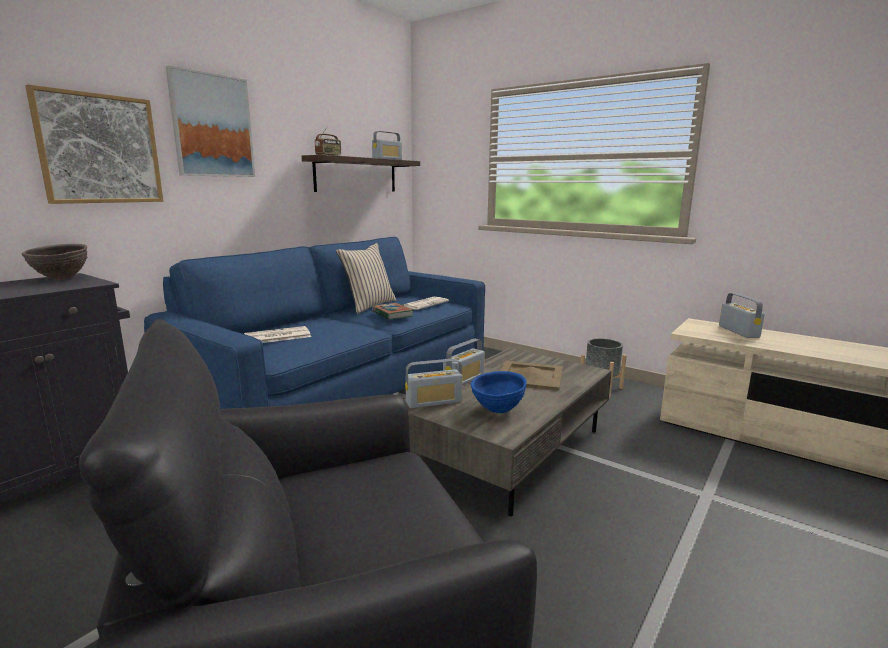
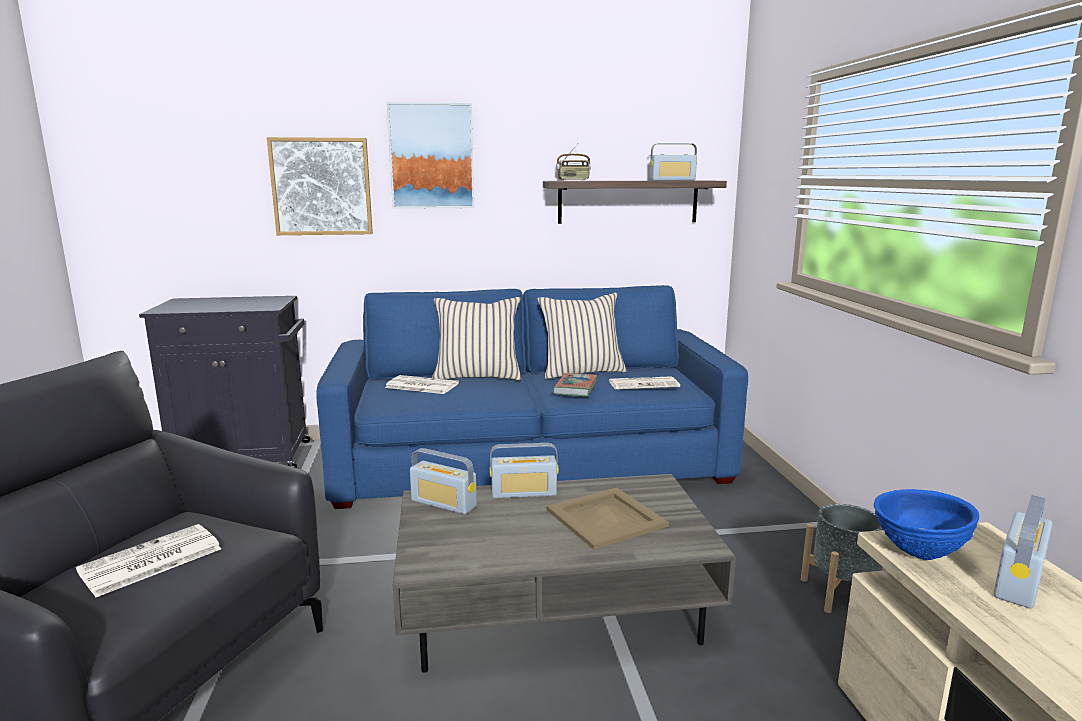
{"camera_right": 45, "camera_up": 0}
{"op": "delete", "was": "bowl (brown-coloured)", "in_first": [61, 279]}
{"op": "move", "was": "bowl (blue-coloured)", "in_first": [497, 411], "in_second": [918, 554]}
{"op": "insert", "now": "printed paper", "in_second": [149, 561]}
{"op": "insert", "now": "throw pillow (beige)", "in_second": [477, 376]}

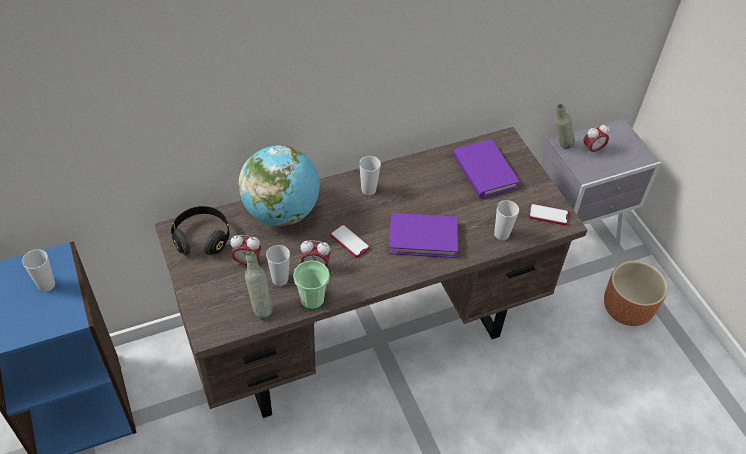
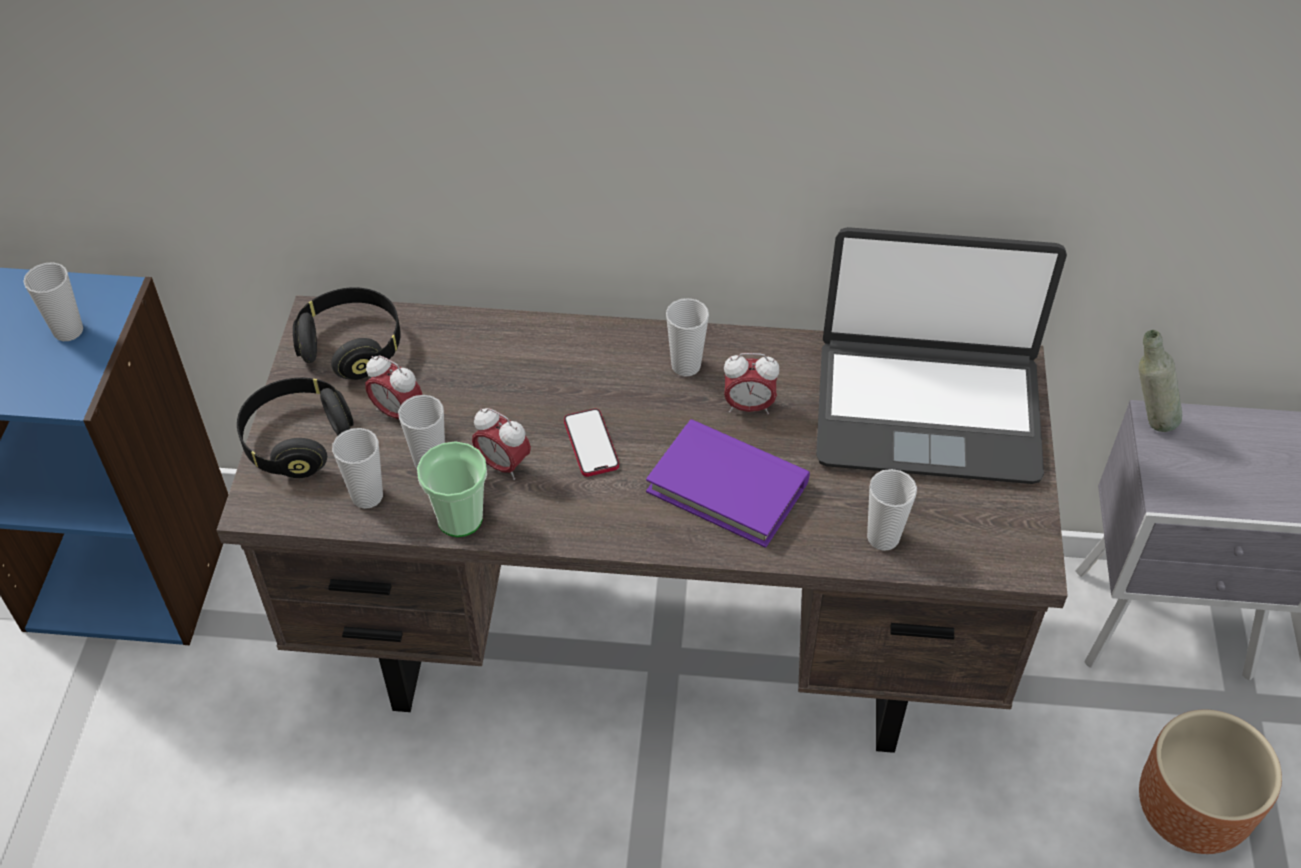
{"camera_right": 30, "camera_up": 0}
{"op": "delete", "was": "desk globe", "in_first": [281, 212]}
{"op": "replace", "was": "beverage bottle (gray)", "now": "cup", "in_first": [260, 307], "in_second": [367, 496]}
{"op": "replace", "was": "bound book (purple)", "now": "notebook computer", "in_first": [484, 172], "in_second": [927, 410]}
{"op": "delete", "was": "handset", "in_first": [548, 215]}
{"op": "move", "was": "alarm clock", "in_first": [592, 149], "in_second": [748, 406]}
{"op": "insert", "now": "pair of headphones (blackish)", "in_second": [297, 440]}

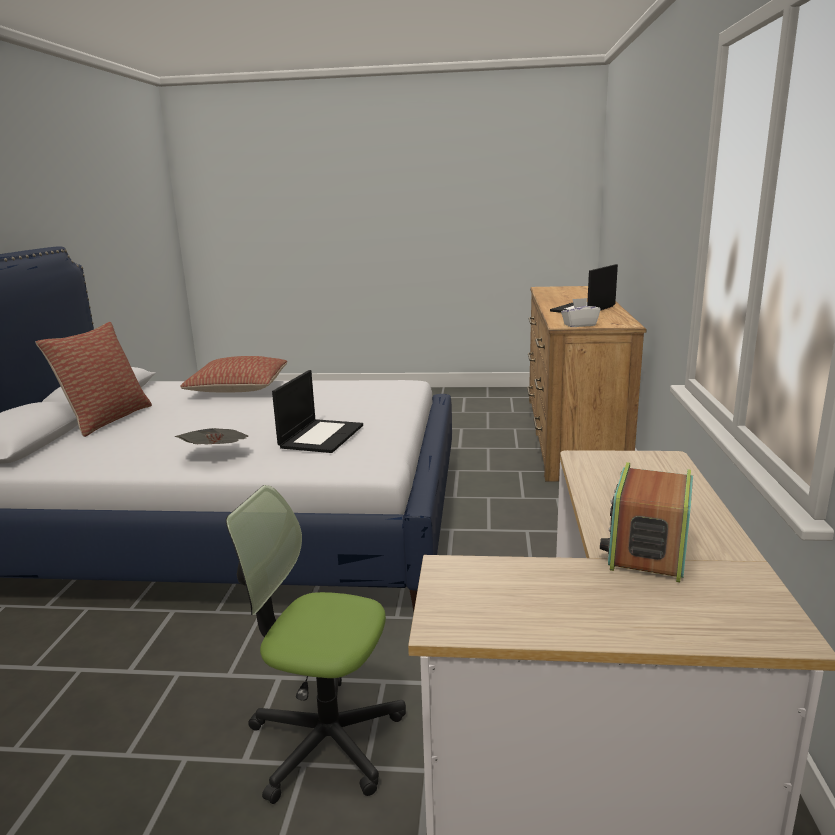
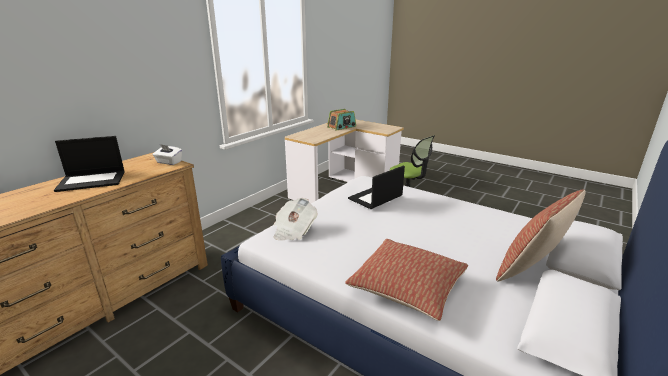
{"camera_right": -150, "camera_up": 5}
{"op": "move", "was": "printed paper", "in_first": [216, 455], "in_second": [293, 230]}

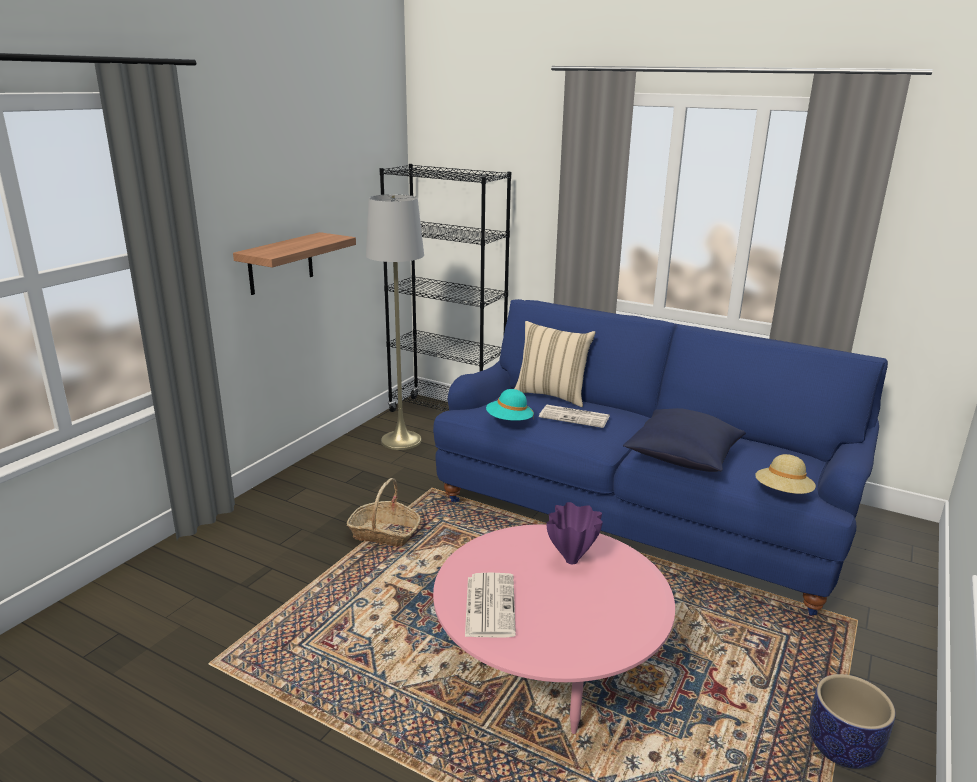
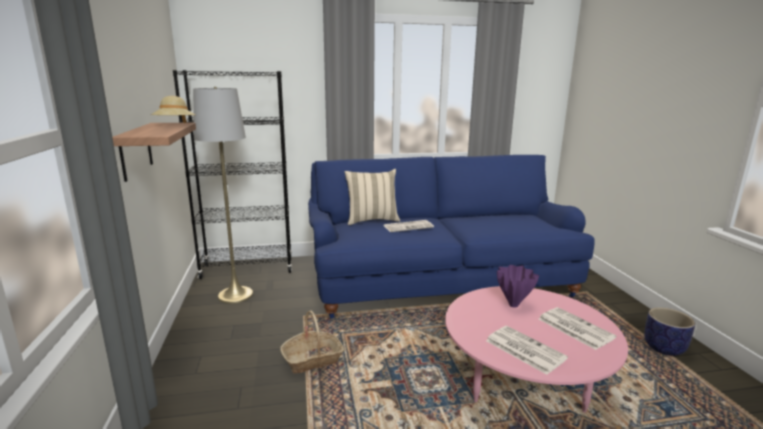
{"camera_right": -40, "camera_up": -5}
{"op": "delete", "was": "clothing hat (blue-green)", "in_first": [509, 421]}
{"op": "delete", "was": "throw pillow (blue-coloured)", "in_first": [682, 457]}
{"op": "move", "was": "clothing hat (beige)", "in_first": [782, 493], "in_second": [175, 125]}
{"op": "insert", "now": "printed paper", "in_second": [574, 328]}

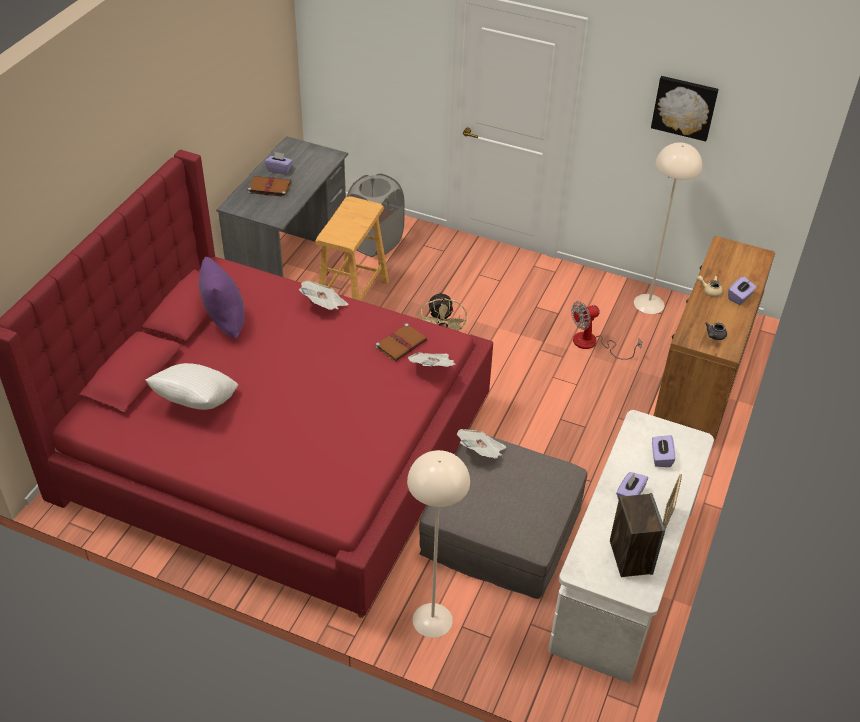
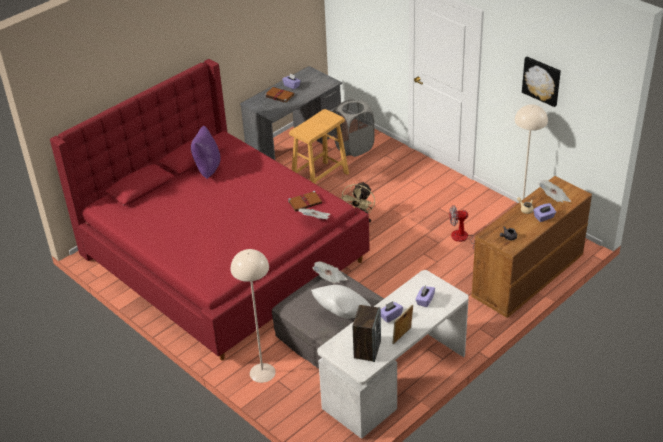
{"camera_right": 25, "camera_up": -5}
{"op": "move", "was": "throw pillow (whitish)", "in_first": [196, 403], "in_second": [342, 313]}
{"op": "move", "was": "printed paper", "in_first": [324, 305], "in_second": [554, 199]}

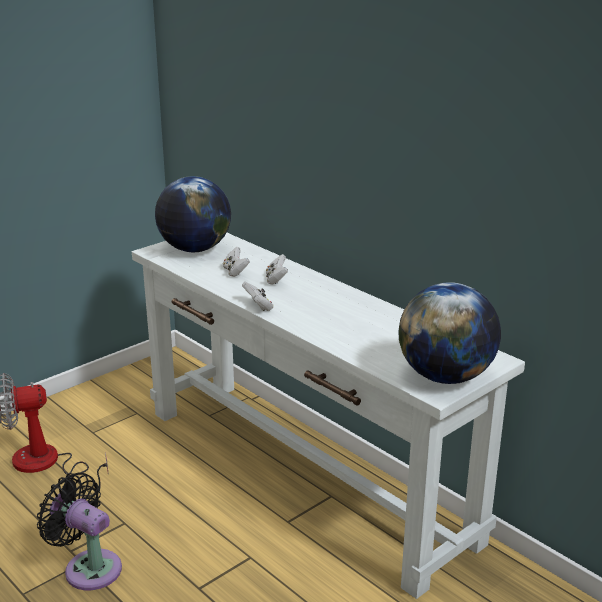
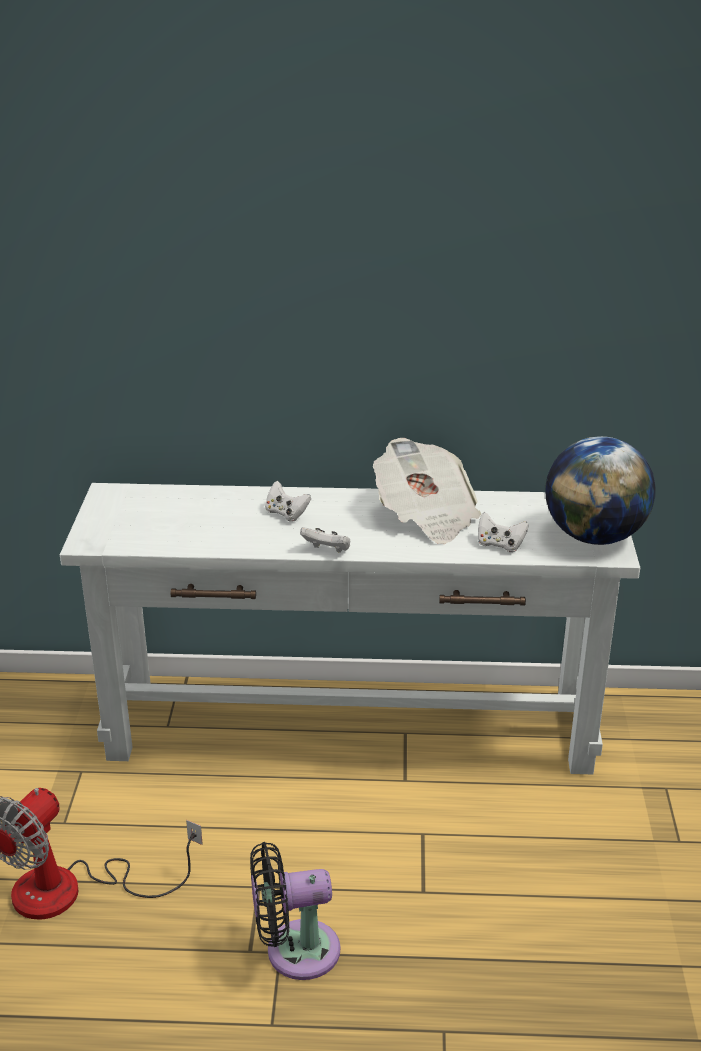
{"camera_right": -45, "camera_up": 5}
{"op": "delete", "was": "desk globe", "in_first": [194, 249]}
{"op": "move", "was": "game controller (whitish)", "in_first": [235, 272], "in_second": [500, 545]}
{"op": "insert", "now": "printed paper", "in_second": [426, 516]}

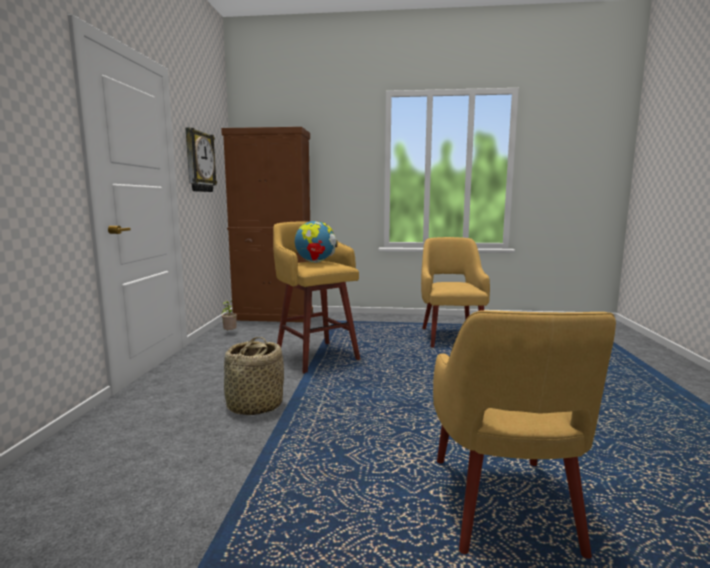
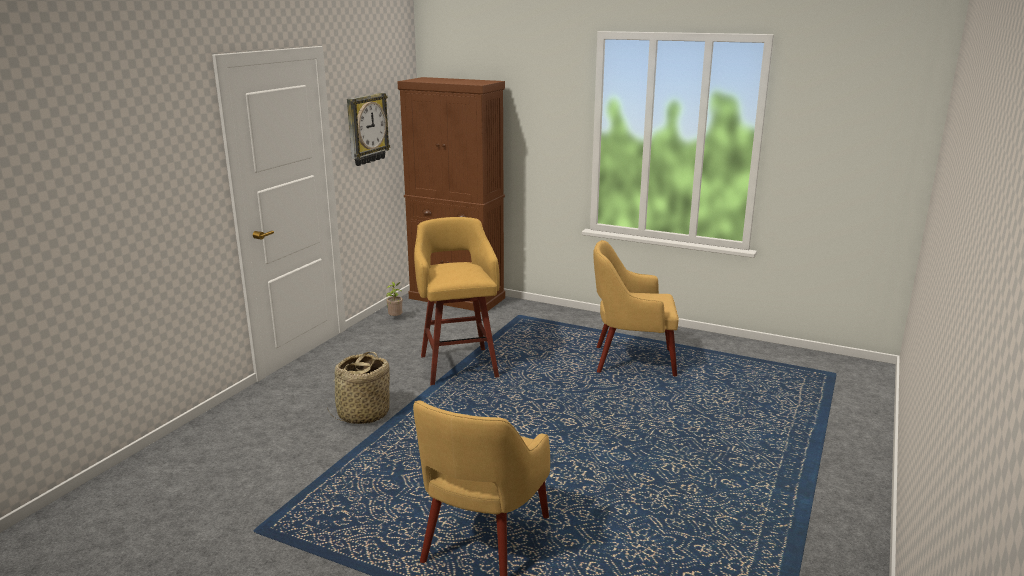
{"camera_right": 20, "camera_up": 10}
{"op": "delete", "was": "desk globe", "in_first": [315, 262]}
{"op": "rotate", "was": "armchair (yellowish)", "in_first": [451, 337], "in_second": [631, 361], "clockwise": -105}

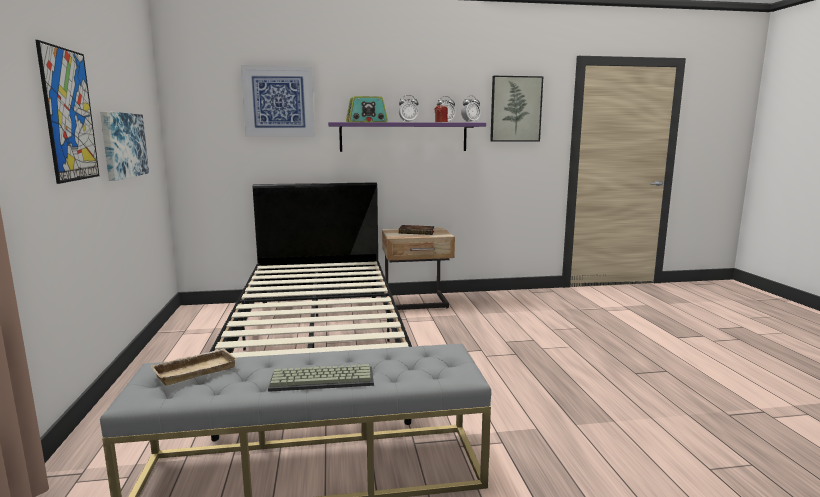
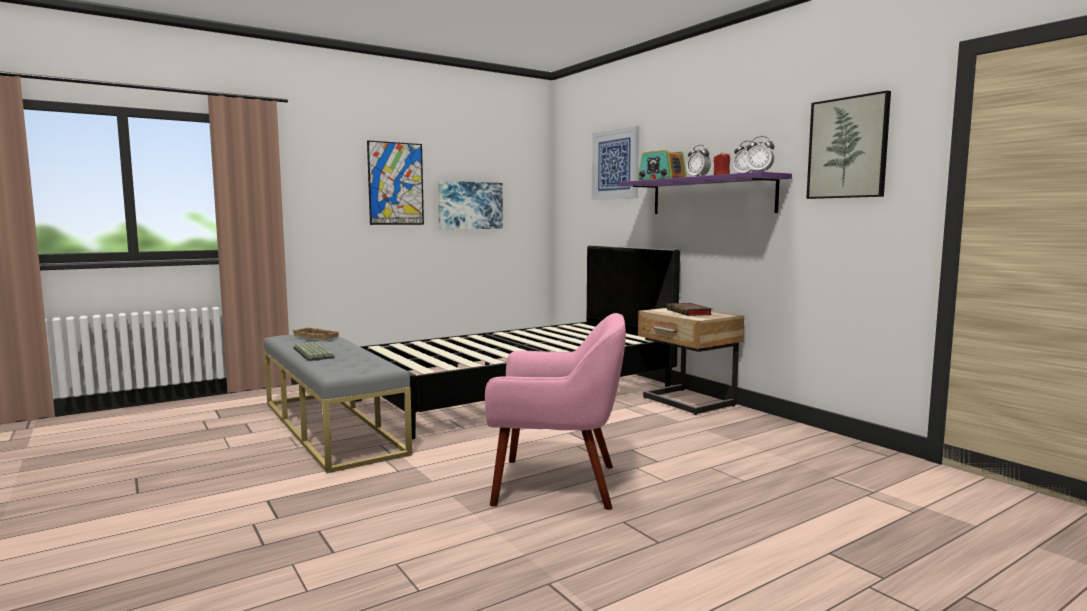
{"camera_right": 65, "camera_up": -5}
{"op": "insert", "now": "armchair (pink-coloured)", "in_second": [558, 484]}

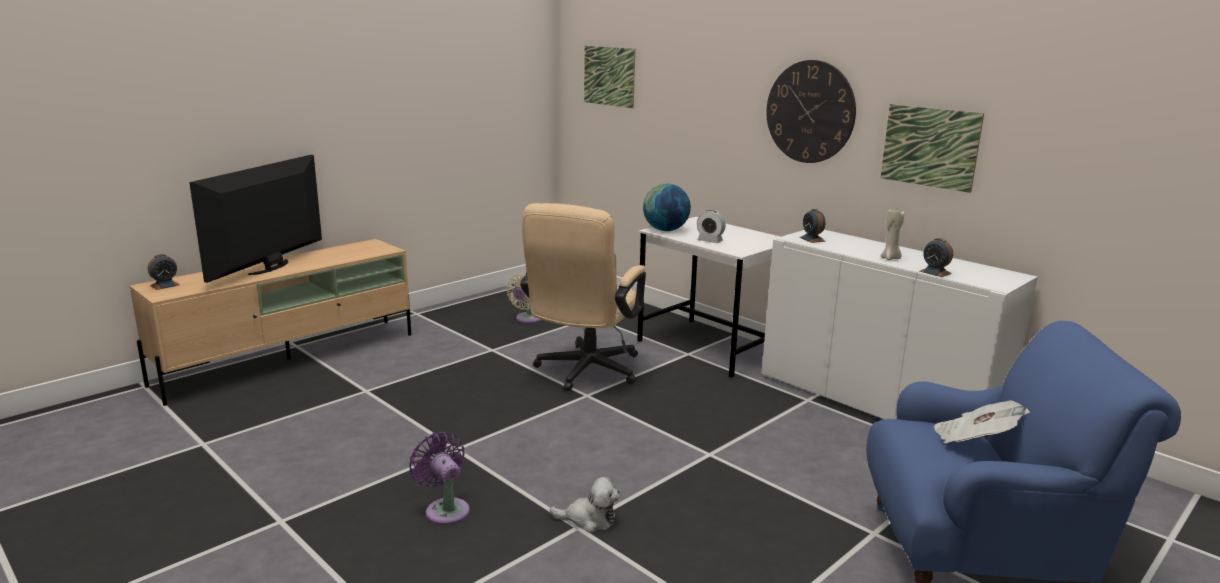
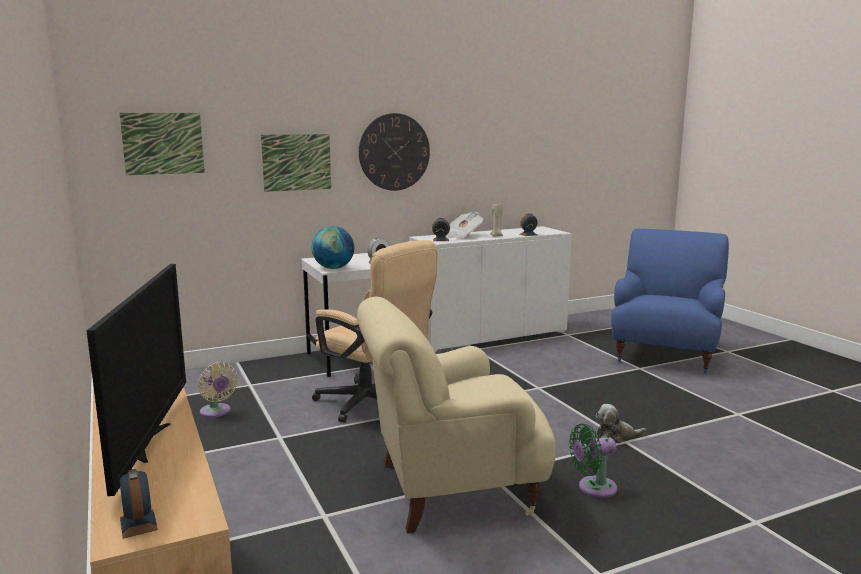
{"camera_right": -70, "camera_up": -5}
{"op": "rotate", "was": "TV set", "in_first": [271, 268], "in_second": [149, 442], "clockwise": -135}
{"op": "recolor", "was": "cooling fan (purple)", "now": "cooling fan (green)", "in_first": [445, 509], "in_second": [593, 488]}
{"op": "rotate", "was": "plush toy", "in_first": [589, 519], "in_second": [616, 436], "clockwise": -120}
{"op": "move", "was": "wall picture", "in_first": [930, 147], "in_second": [296, 162]}
{"op": "move", "was": "printed paper", "in_first": [975, 440], "in_second": [462, 236]}
{"op": "insert", "now": "armchair (beige)", "in_second": [450, 488]}

